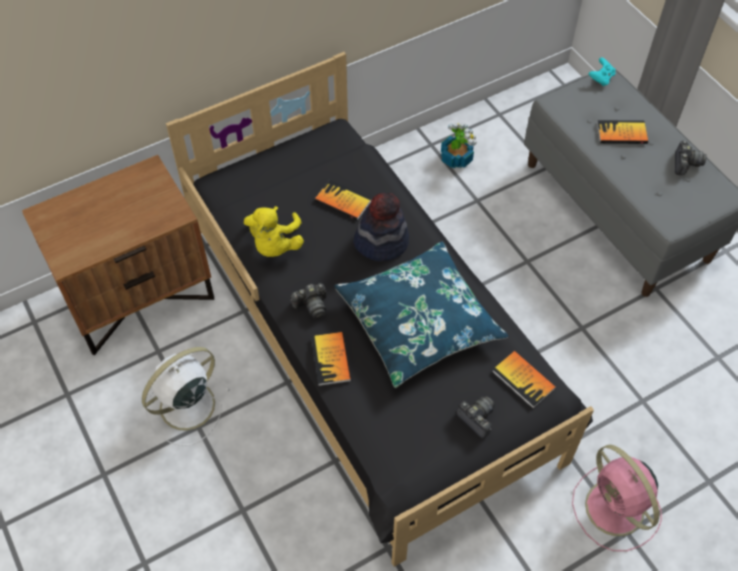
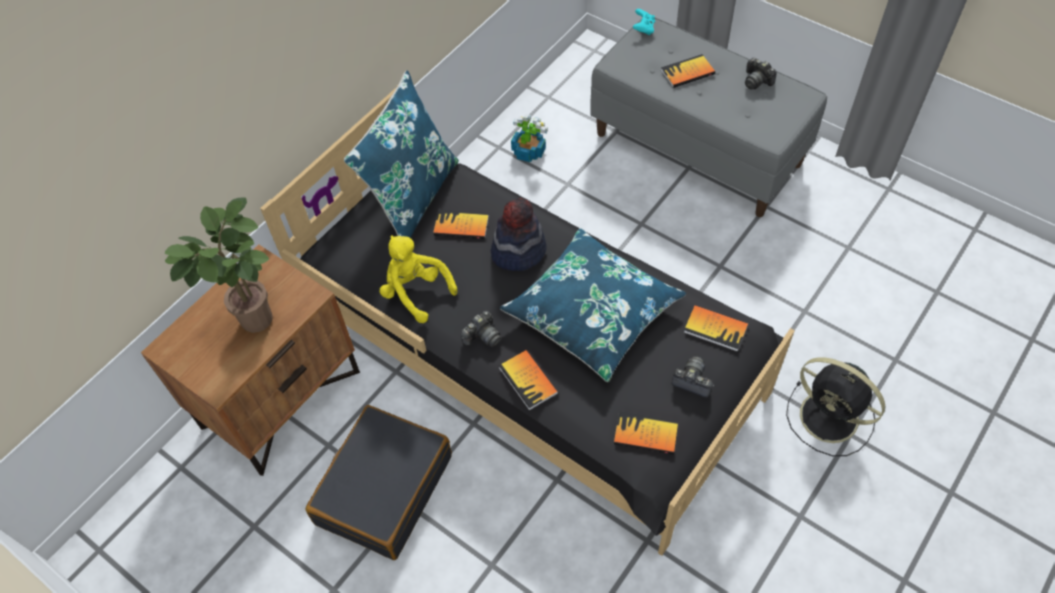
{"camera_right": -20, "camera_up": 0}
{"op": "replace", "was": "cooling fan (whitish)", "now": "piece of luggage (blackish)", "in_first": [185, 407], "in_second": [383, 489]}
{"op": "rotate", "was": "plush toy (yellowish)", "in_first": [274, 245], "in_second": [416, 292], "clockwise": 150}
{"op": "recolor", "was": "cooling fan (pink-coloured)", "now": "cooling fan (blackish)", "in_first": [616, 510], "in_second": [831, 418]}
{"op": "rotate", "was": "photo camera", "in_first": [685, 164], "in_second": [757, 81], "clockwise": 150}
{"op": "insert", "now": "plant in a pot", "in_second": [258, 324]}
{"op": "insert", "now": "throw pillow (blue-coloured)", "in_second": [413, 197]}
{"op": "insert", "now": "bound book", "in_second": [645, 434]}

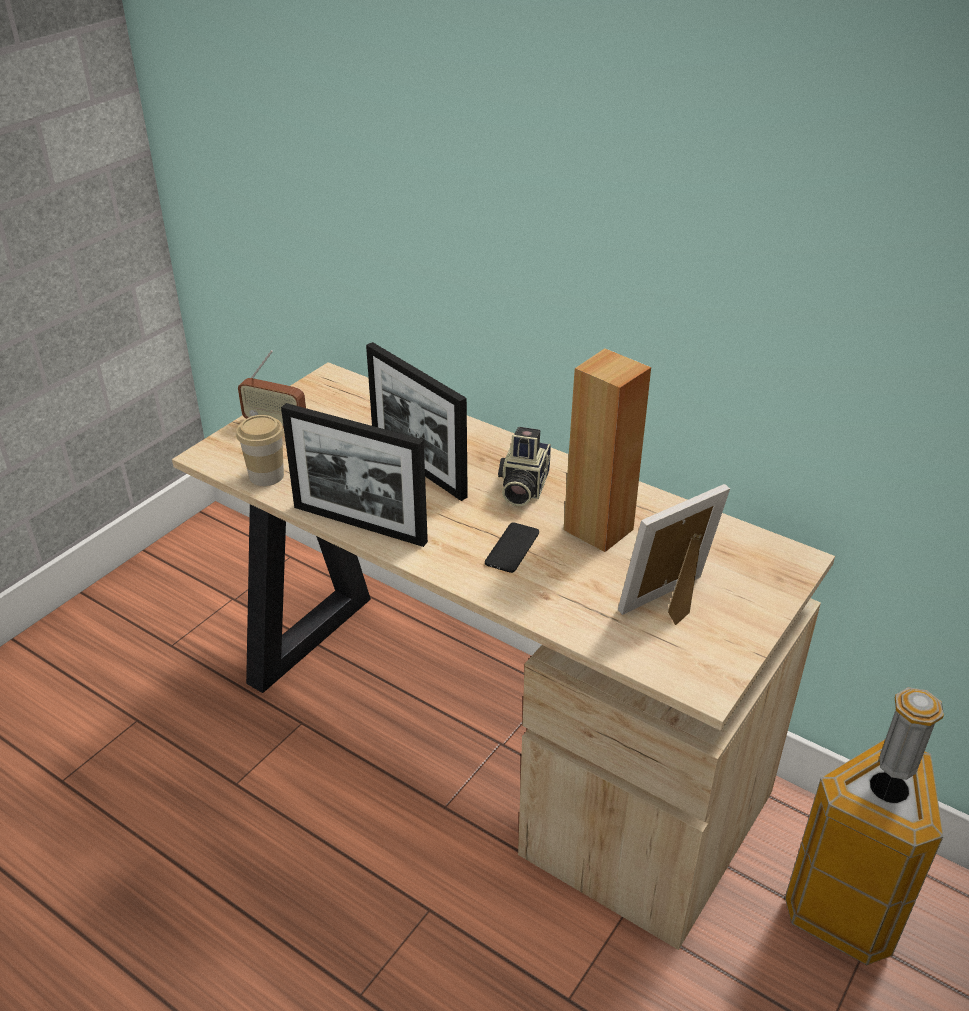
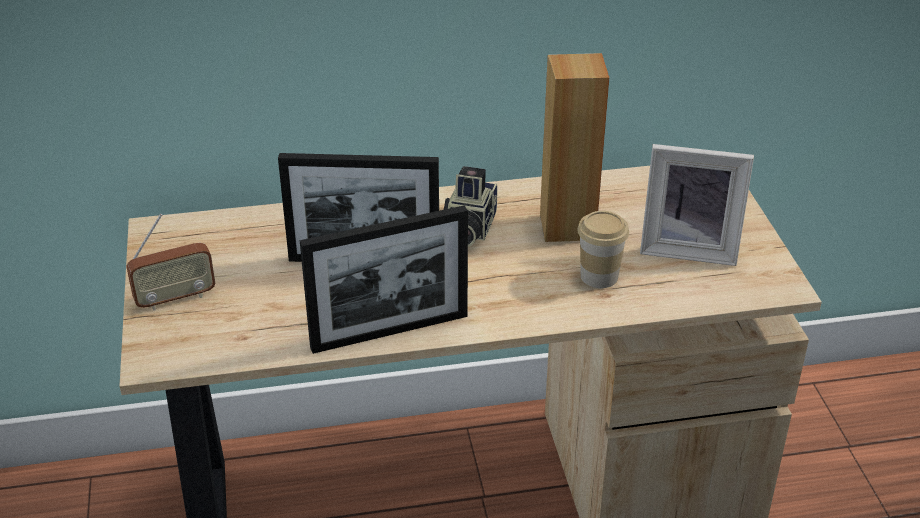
{"camera_right": -45, "camera_up": 0}
{"op": "move", "was": "cup", "in_first": [266, 476], "in_second": [599, 276]}
{"op": "delete", "was": "handset", "in_first": [512, 548]}
{"op": "rotate", "was": "photo camera", "in_first": [522, 488], "in_second": [468, 229], "clockwise": 45}
{"op": "rotate", "was": "standing frame", "in_first": [672, 604], "in_second": [689, 248], "clockwise": -90}
{"op": "delete", "was": "waste bin", "in_first": [845, 909]}

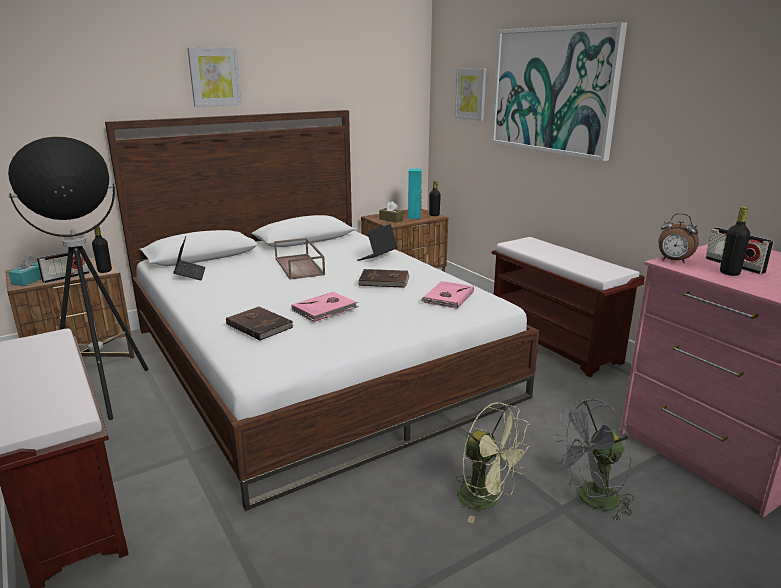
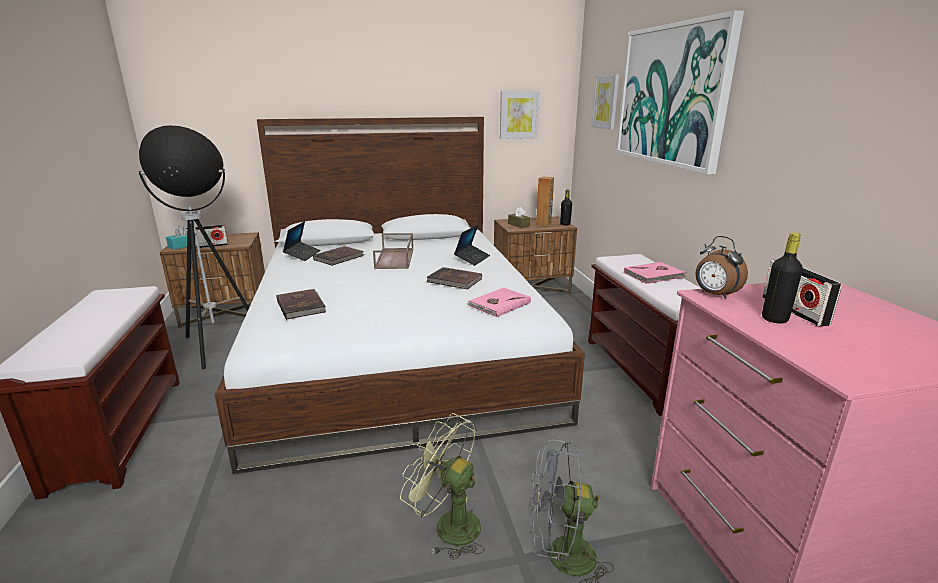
{"camera_right": 20, "camera_up": 0}
{"op": "delete", "was": "beverage bottle (blackish)", "in_first": [105, 271]}
{"op": "move", "was": "wall picture", "in_first": [214, 77], "in_second": [519, 115]}
{"op": "move", "was": "bound book (pink-coloured)", "in_first": [325, 309], "in_second": [654, 275]}
{"op": "rotate", "was": "notebook computer", "in_first": [377, 258], "in_second": [472, 259], "clockwise": 150}
{"op": "recolor", "was": "speaker (blue-green)", "now": "speaker (brown-coloured)", "in_first": [414, 217], "in_second": [544, 224]}
{"op": "rotate", "was": "cooling fan (green)", "in_first": [486, 500], "in_second": [448, 525], "clockwise": 150}
{"op": "insert", "now": "bound book (brown-coloured)", "in_second": [339, 258]}

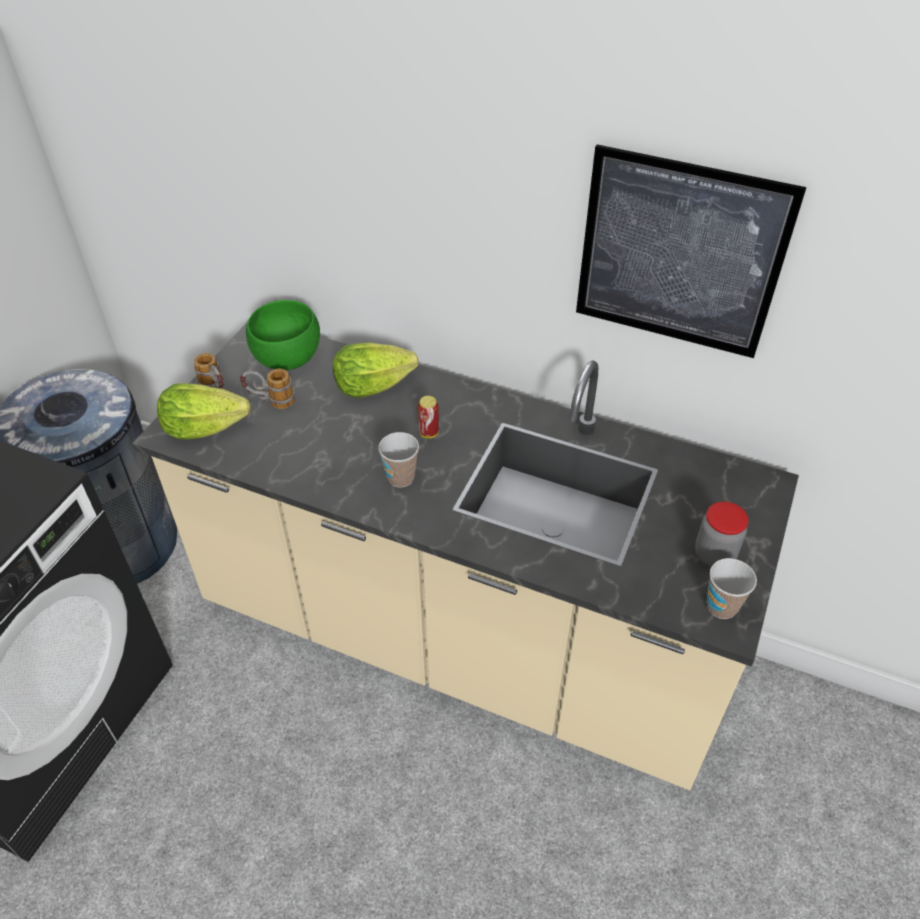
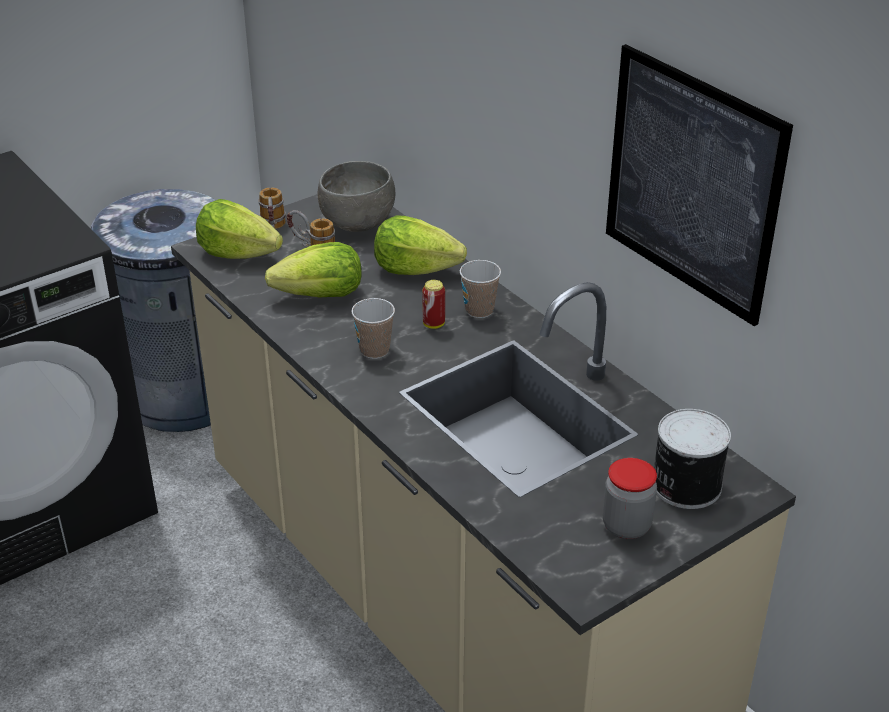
{"camera_right": 30, "camera_up": -10}
{"op": "recolor", "was": "bowl (green)", "now": "bowl (gray)", "in_first": [287, 358], "in_second": [357, 223]}
{"op": "move", "was": "cup", "in_first": [721, 606], "in_second": [479, 310]}
{"op": "insert", "now": "lettuce", "in_second": [321, 296]}
{"op": "insert", "now": "can", "in_second": [684, 485]}

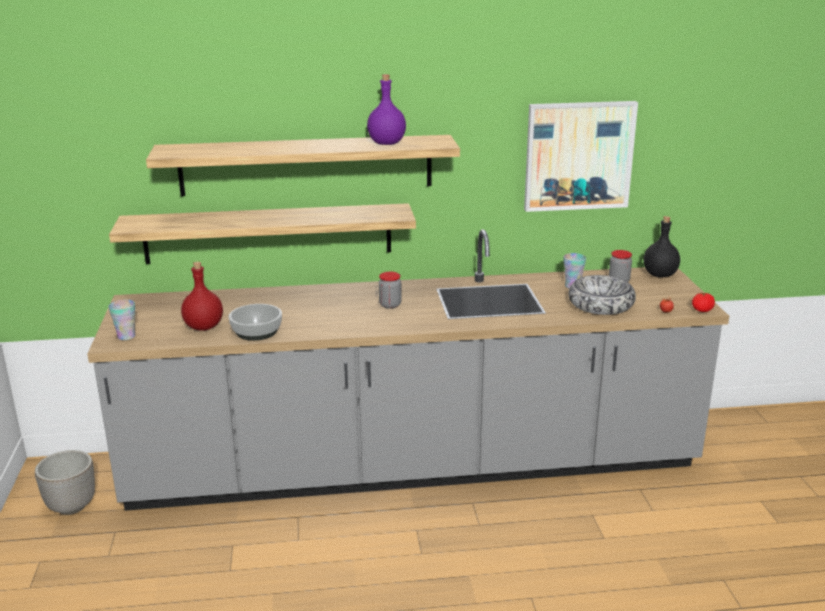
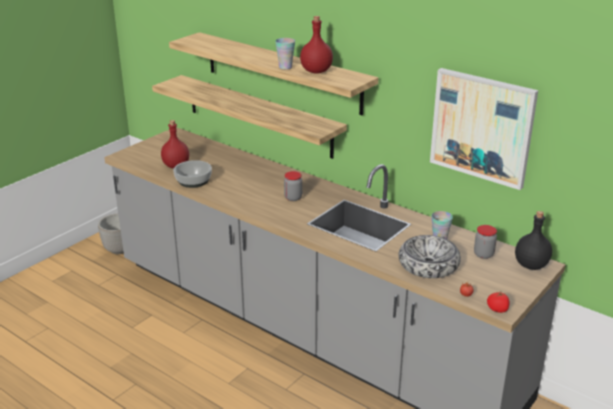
{"camera_right": 45, "camera_up": 5}
{"op": "move", "was": "cup", "in_first": [126, 336], "in_second": [285, 67]}
{"op": "recolor", "was": "beverage bottle (purple)", "now": "beverage bottle (red)", "in_first": [386, 143], "in_second": [315, 71]}

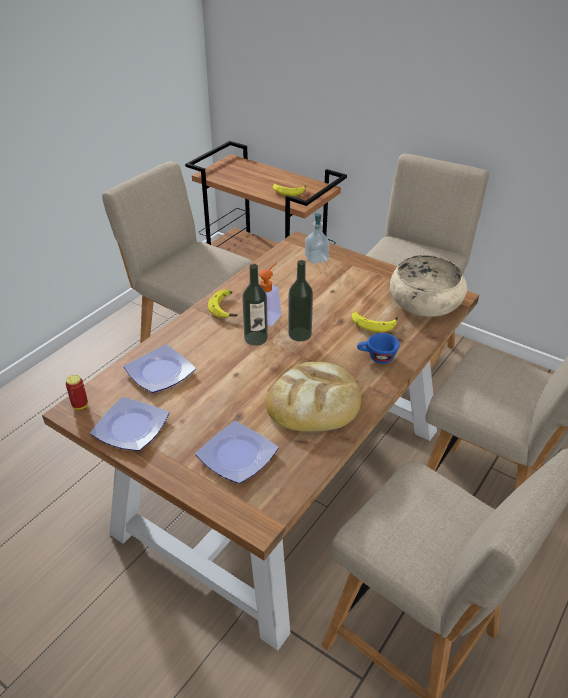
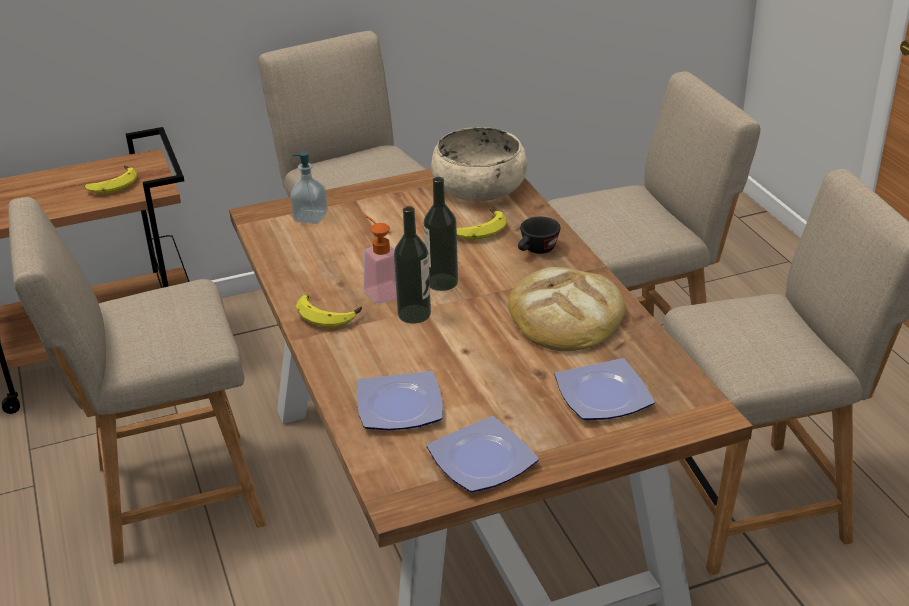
{"camera_right": -55, "camera_up": -5}
{"op": "delete", "was": "can", "in_first": [80, 405]}
{"op": "recolor", "was": "cup (blue-coloured)", "now": "cup (blackish)", "in_first": [376, 357], "in_second": [536, 250]}

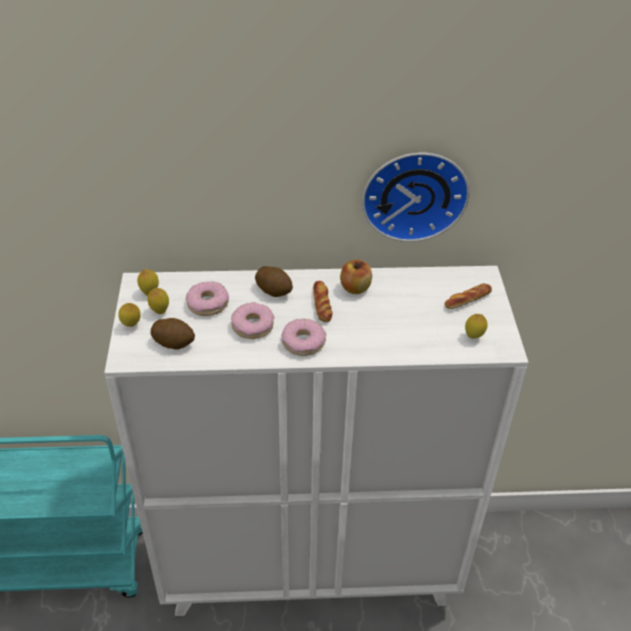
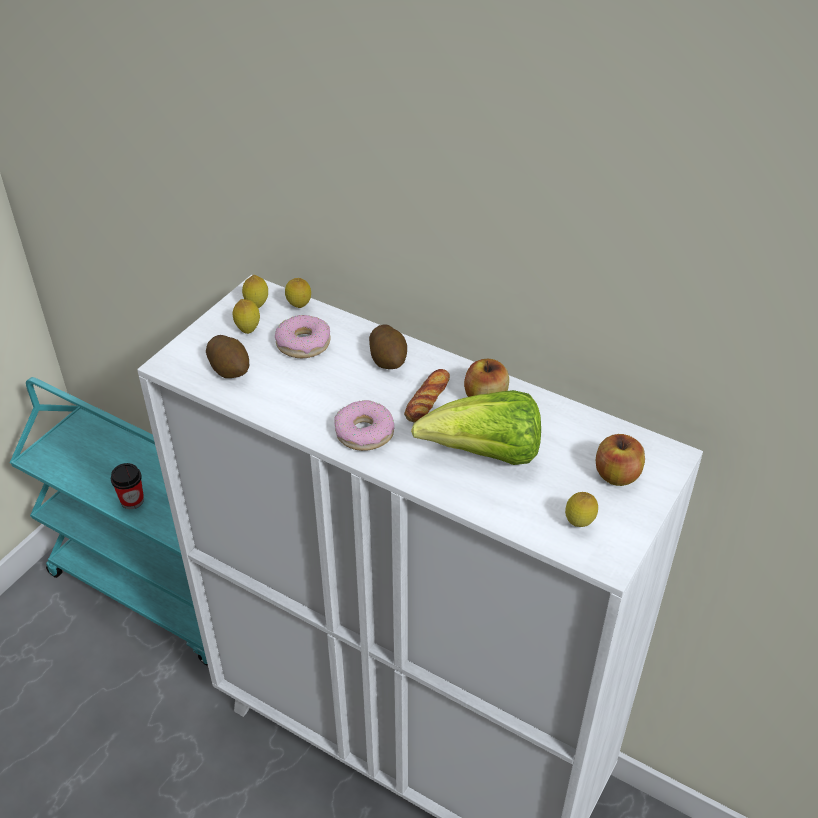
{"camera_right": 35, "camera_up": 0}
{"op": "move", "was": "whole lemon", "in_first": [131, 325], "in_second": [299, 307]}
{"op": "delete", "was": "doughnut", "in_first": [252, 326]}
{"op": "delete", "was": "hanging clock", "in_first": [414, 193]}
{"op": "replace", "was": "bakery bread", "now": "apple", "in_first": [467, 299], "in_second": [617, 475]}
{"op": "insert", "now": "cup", "in_second": [132, 500]}
{"op": "insert", "now": "lettuce", "in_second": [485, 455]}

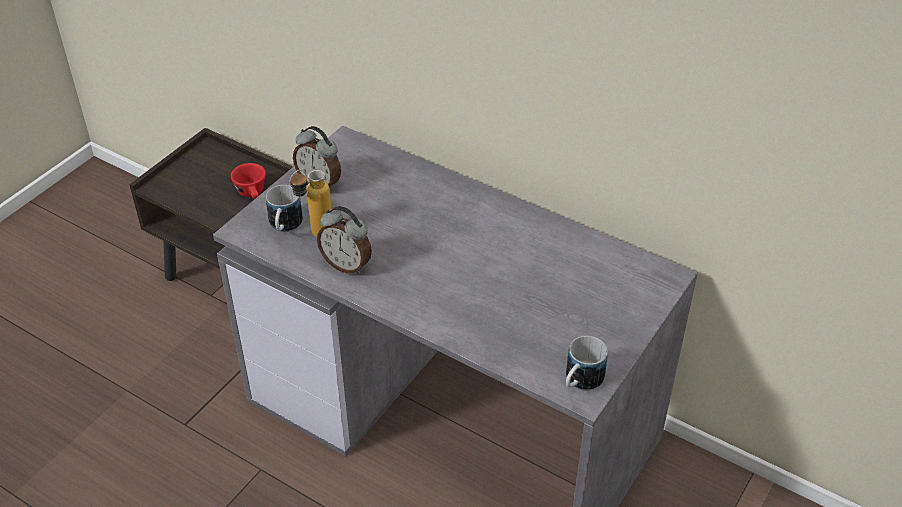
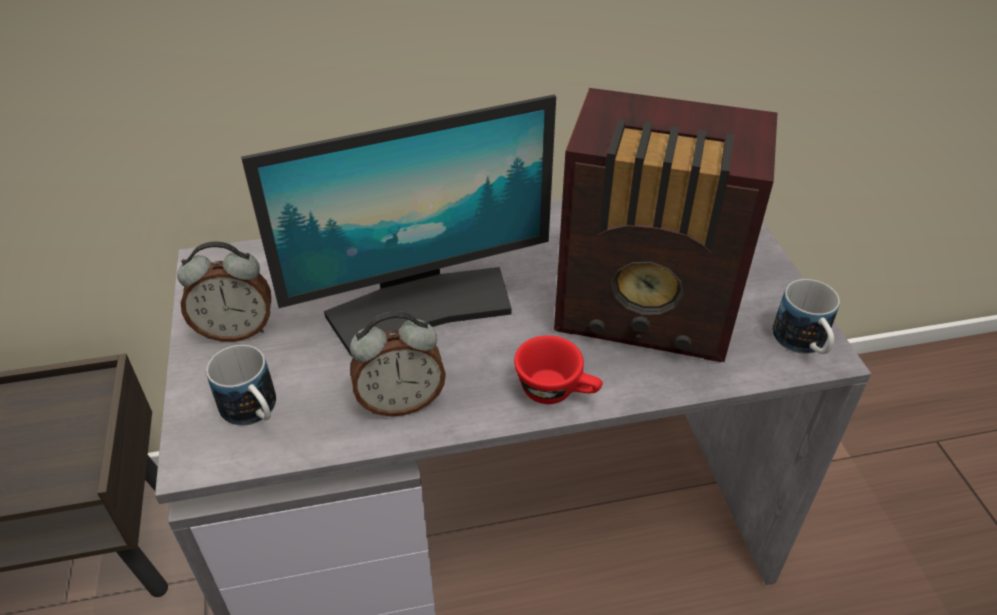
{"camera_right": -45, "camera_up": 0}
{"op": "move", "was": "cup (red)", "in_first": [252, 193], "in_second": [557, 391]}
{"op": "delete", "was": "beverage bottle", "in_first": [314, 235]}
{"op": "insert", "now": "monitor", "in_second": [421, 307]}
{"op": "insert", "now": "radio set", "in_second": [648, 315]}

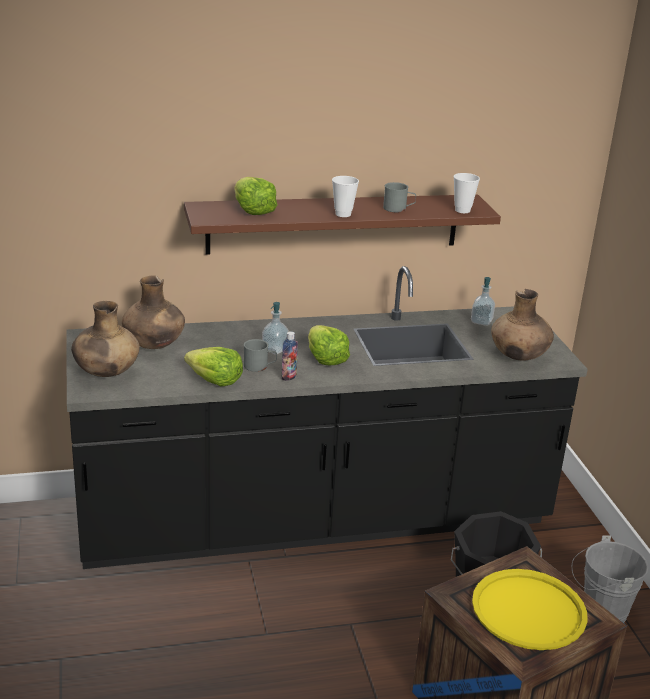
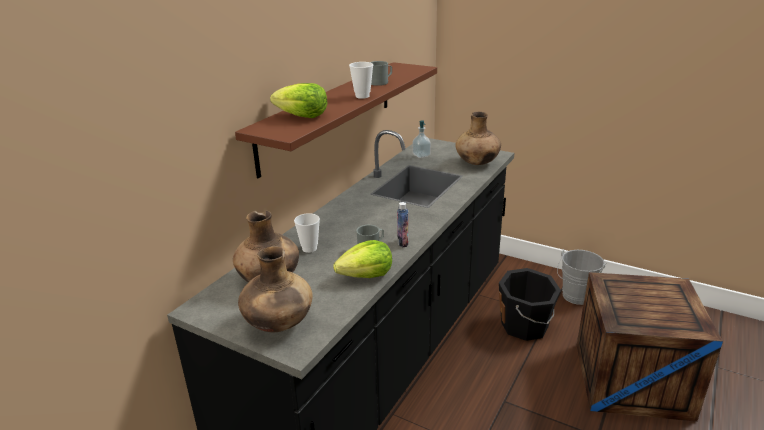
{"camera_right": -45, "camera_up": 0}
{"op": "delete", "was": "liquid soap bottle", "in_first": [275, 349]}
{"op": "delete", "was": "lettuce", "in_first": [325, 359]}
{"op": "move", "was": "cup", "in_first": [462, 210], "in_second": [309, 248]}
{"op": "delete", "was": "tray (yellowish)", "in_first": [528, 610]}

